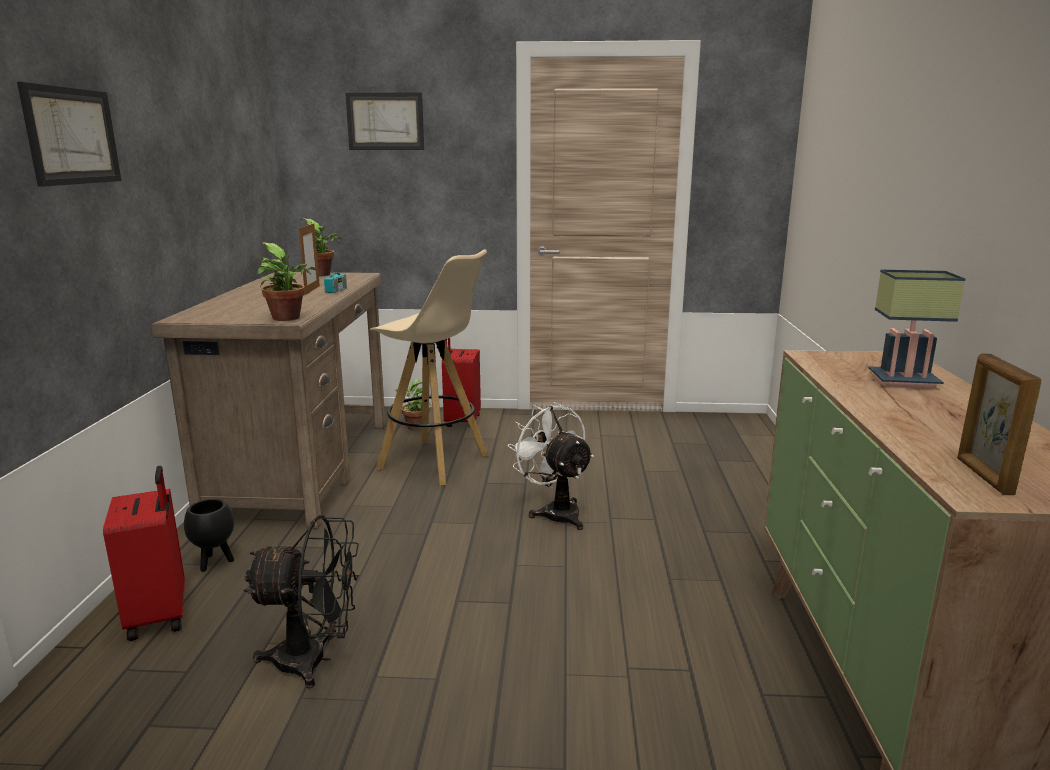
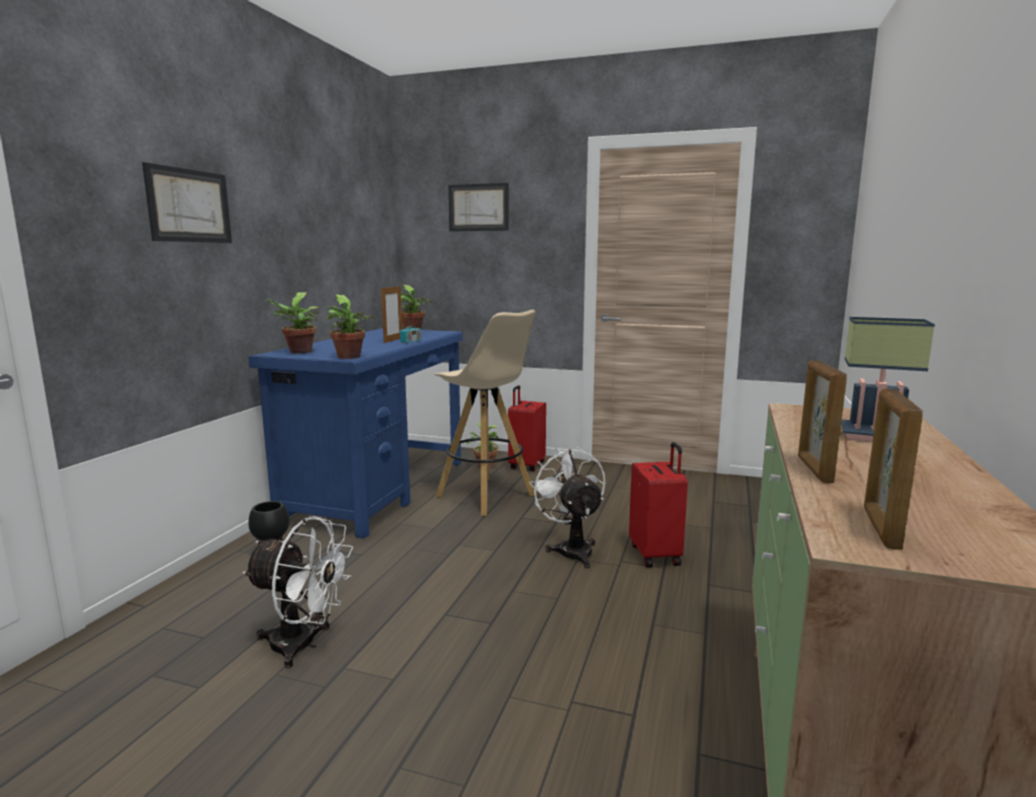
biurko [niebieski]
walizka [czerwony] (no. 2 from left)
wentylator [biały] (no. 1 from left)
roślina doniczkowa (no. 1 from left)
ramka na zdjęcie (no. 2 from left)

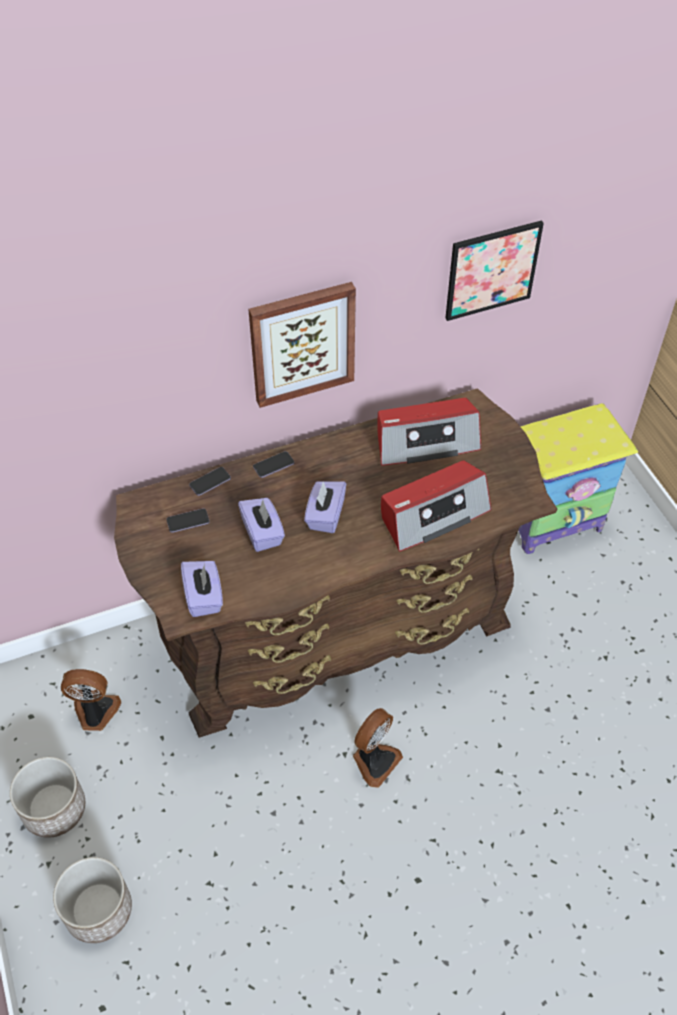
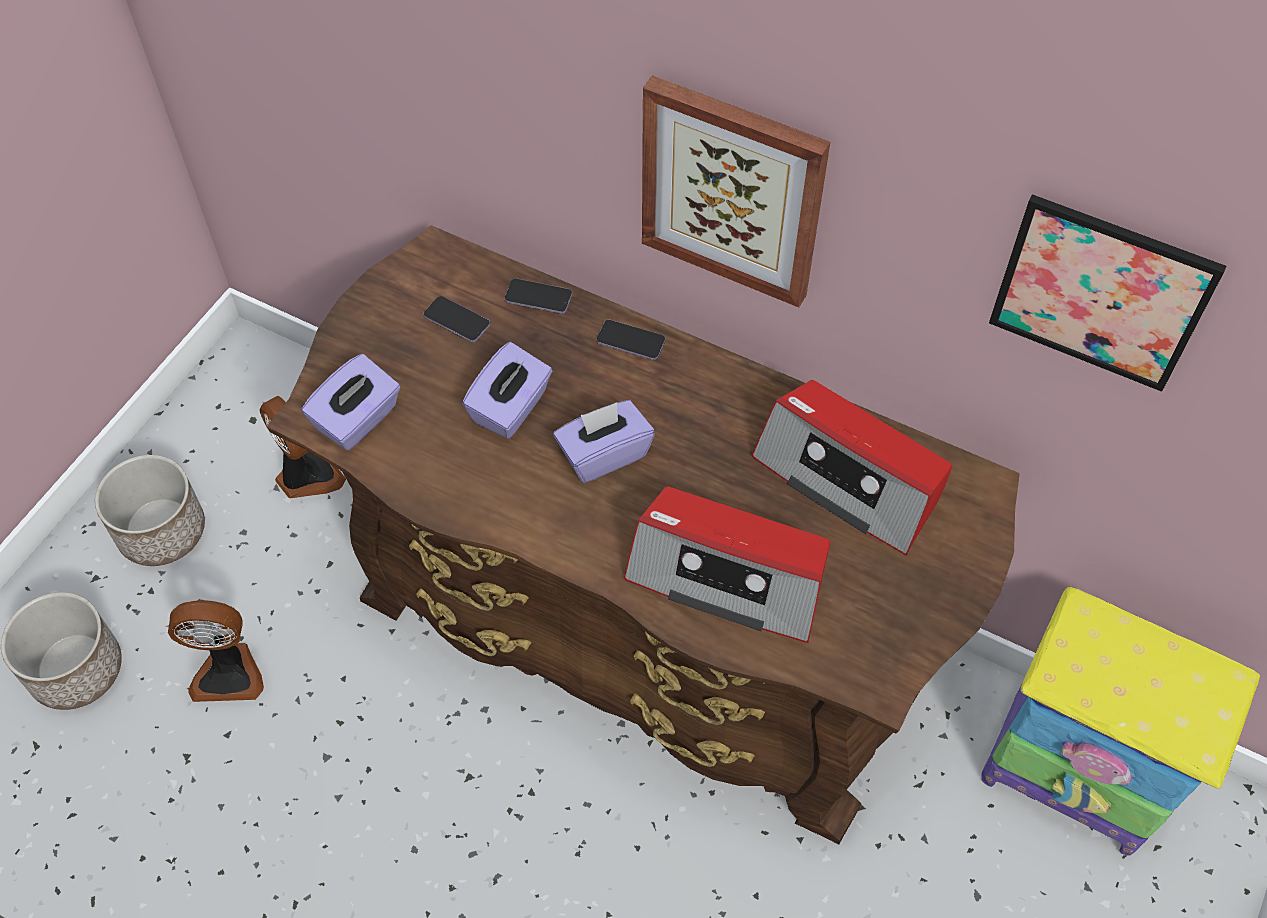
wentylator (no. 1 from left)

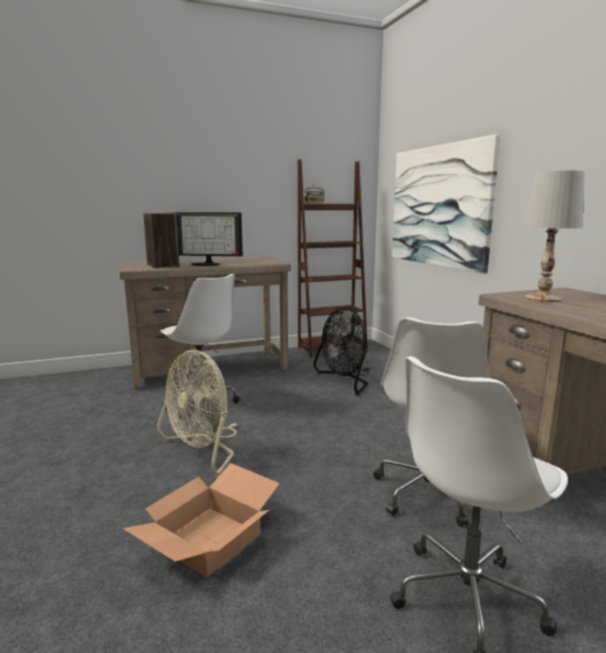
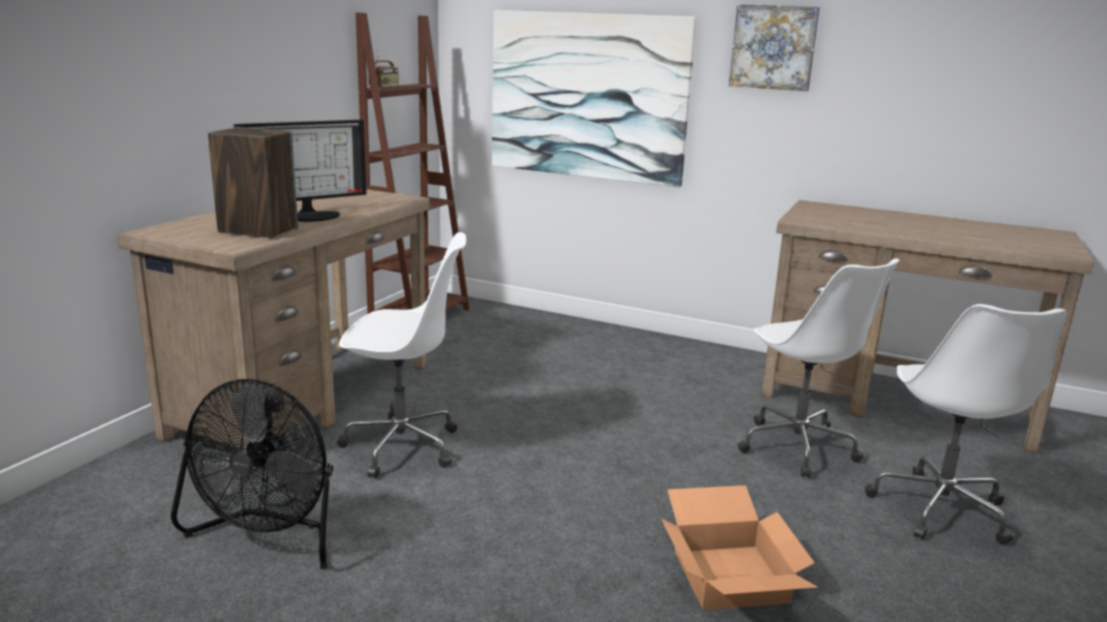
lampa stołowa [biały]
wentylator [czarny]
wentylator [beżowy]
obraz (no. 2 from left)

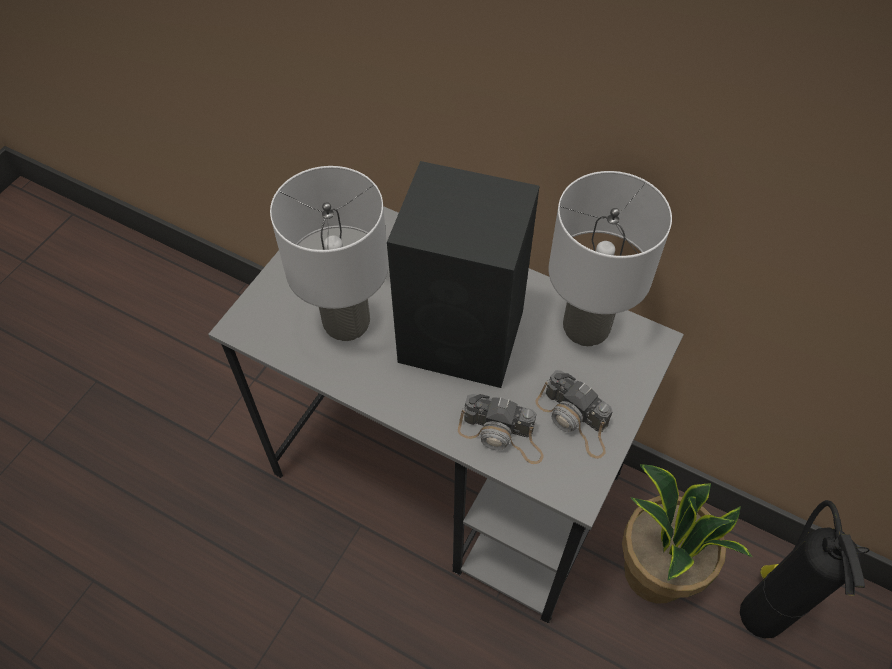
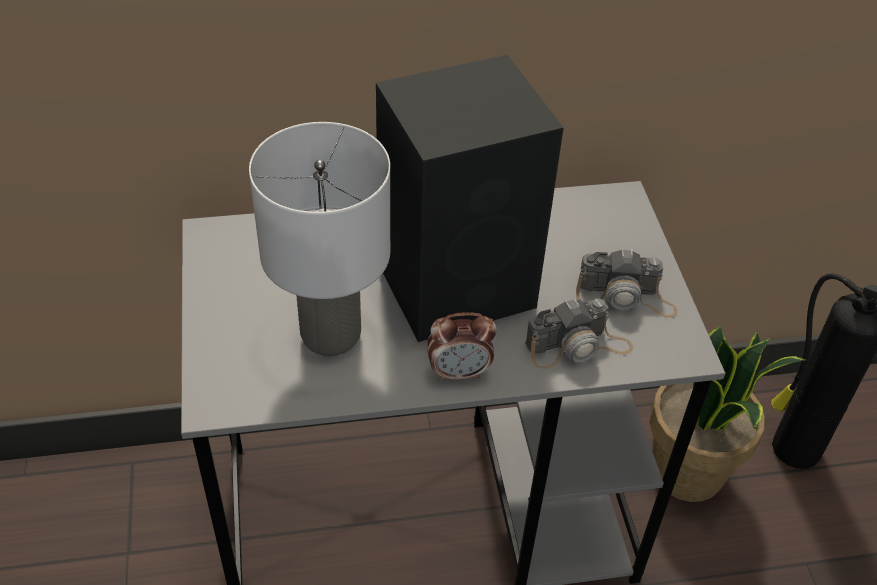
lampa stołowa [biały] (no. 2 from left in the first image)
budzik

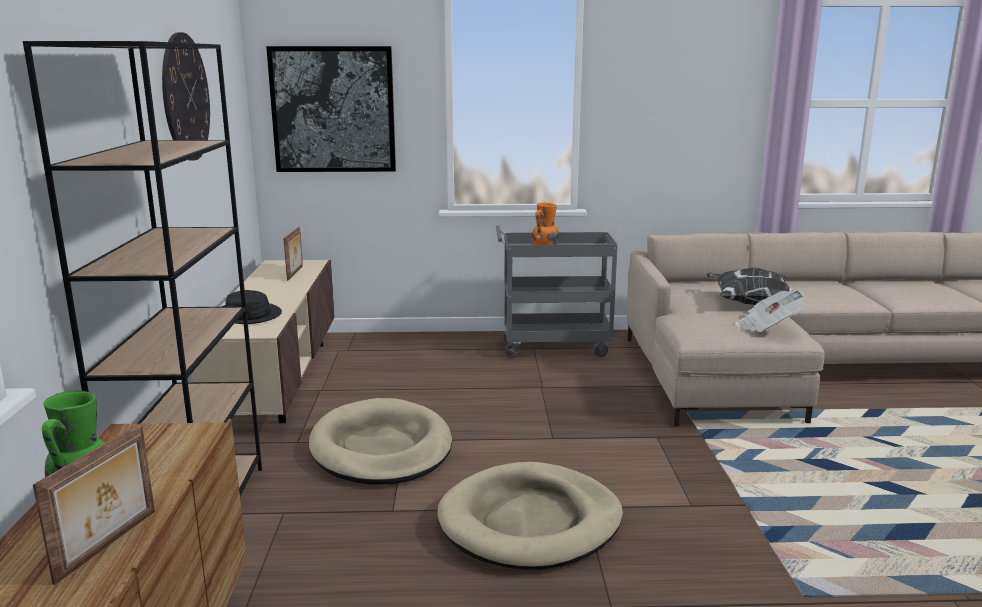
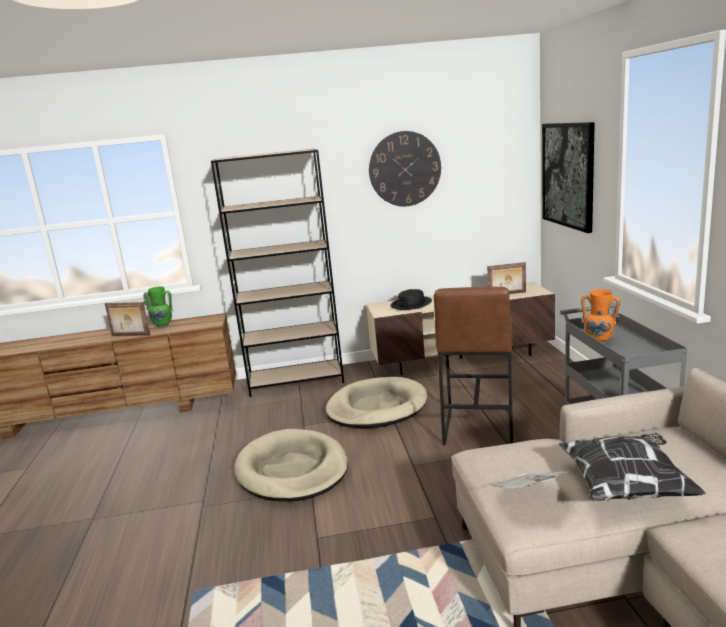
stołek [brązowy]

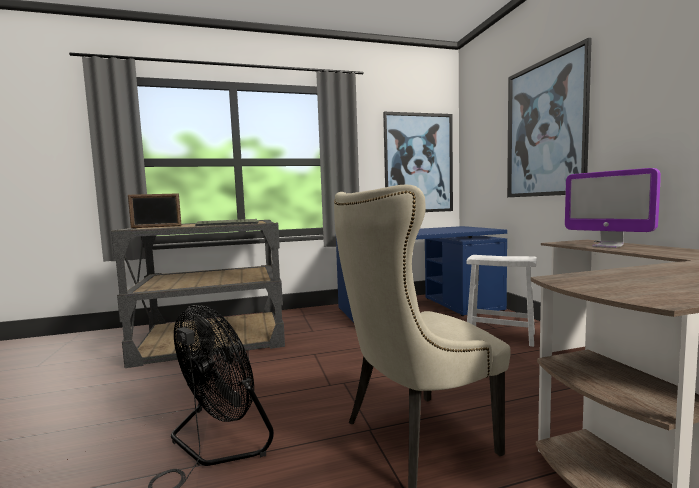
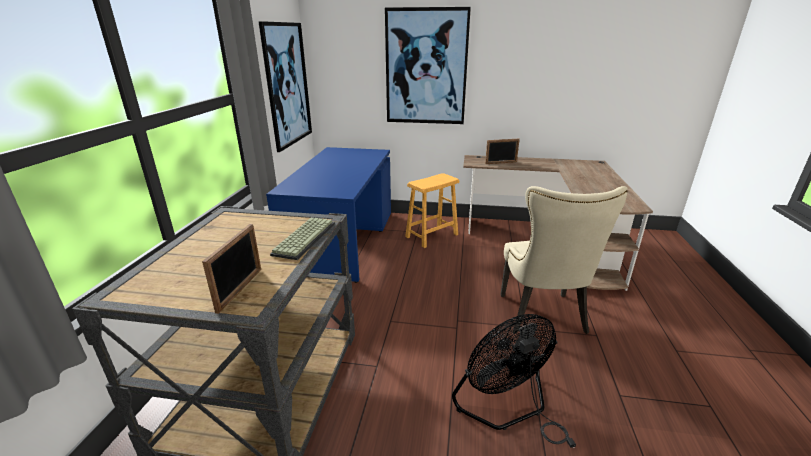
ramka na zdjęcie (no. 2 from left)
stołek [brązowy]

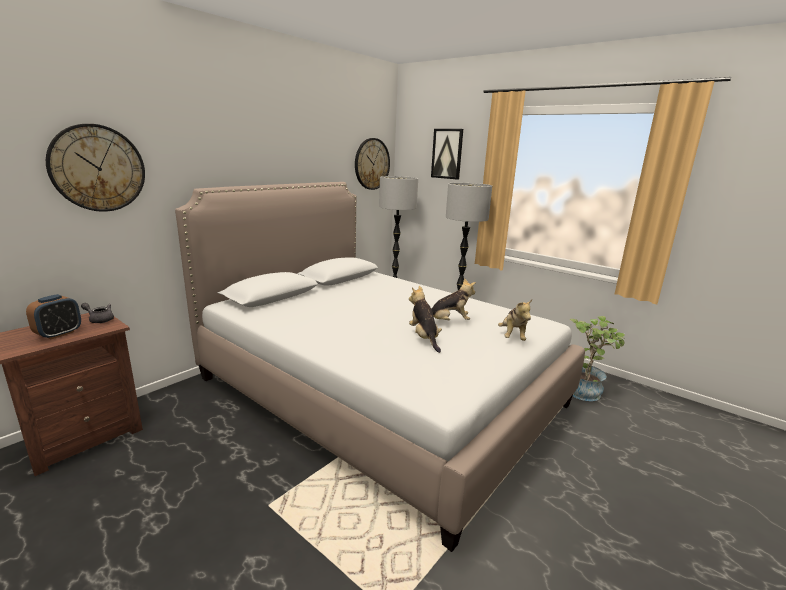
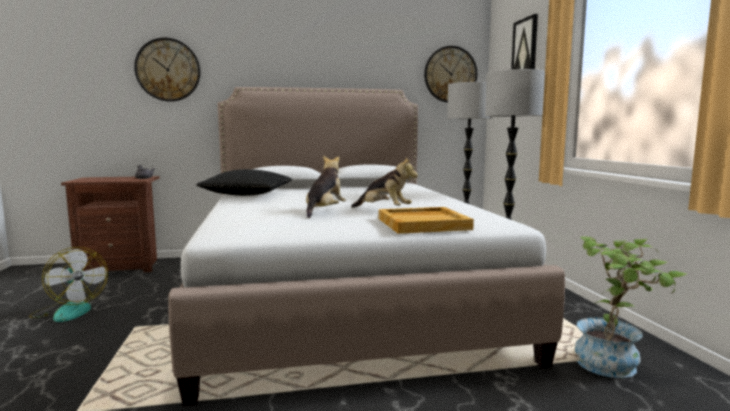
budzik
taca [beżowy]
poduszka [czarny]
wentylator

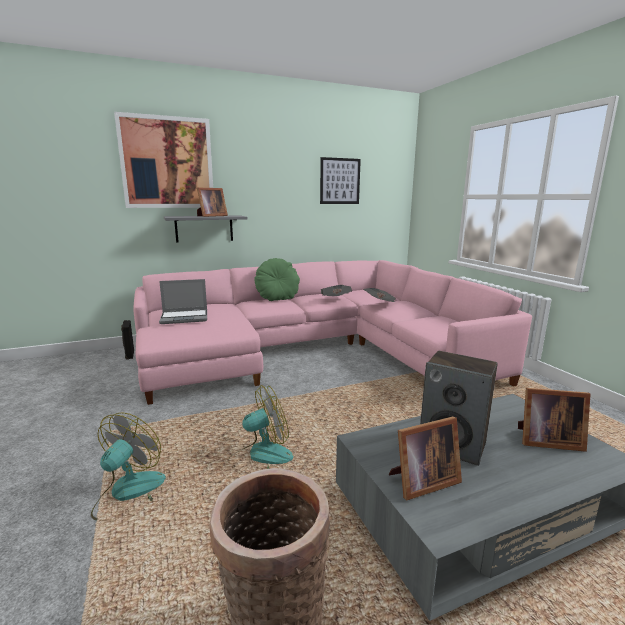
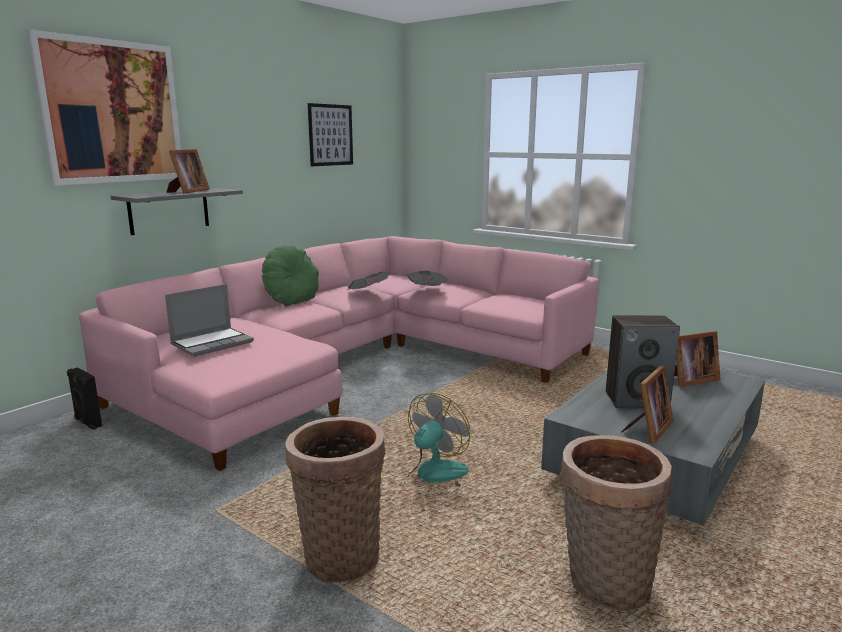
koszyk (no. 1 from left)

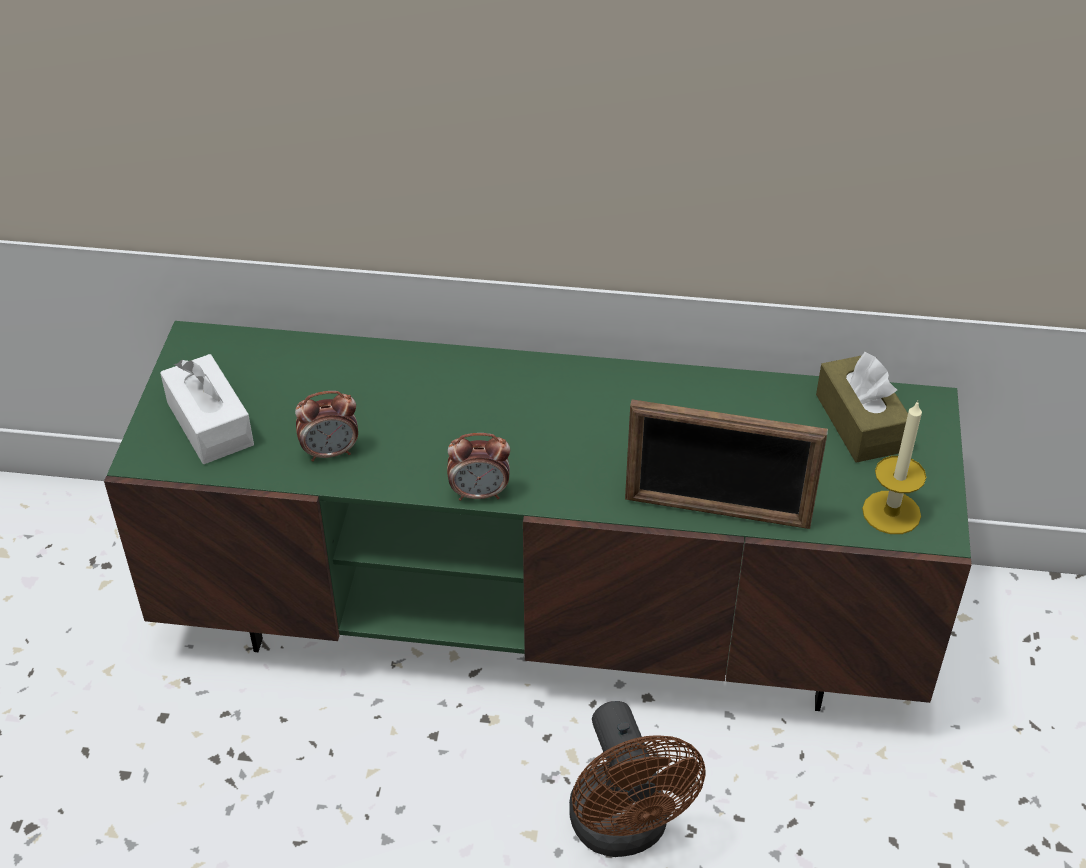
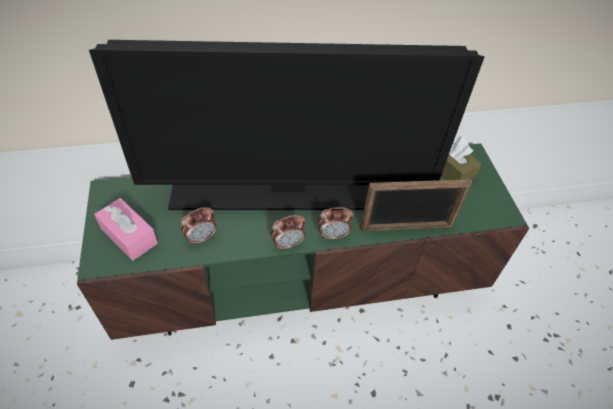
pudełko chusteczek [różowy]
świeca
wentylator [brązowy]
telewizor
budzik (no. 3 from left)

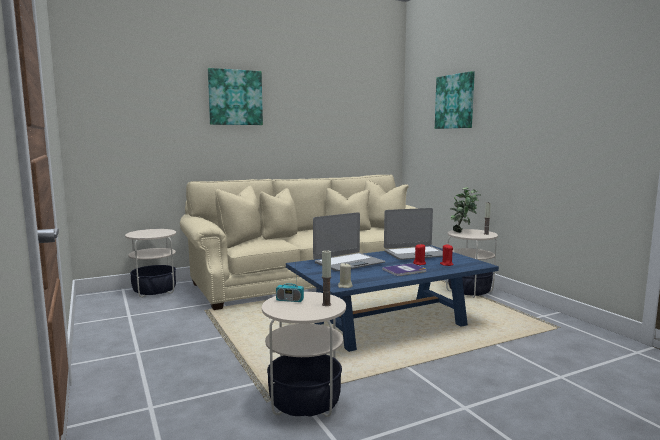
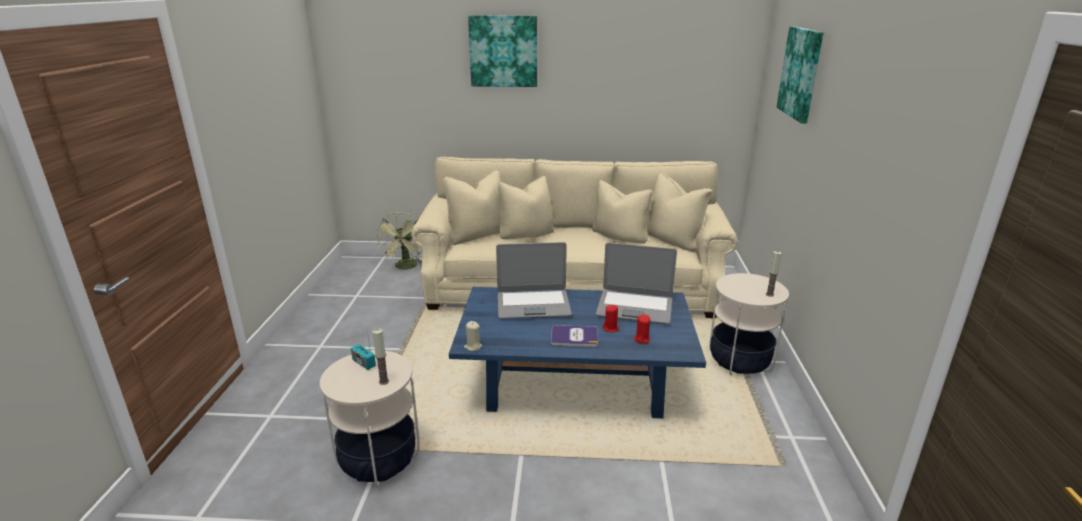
roślina doniczkowa
wentylator [zielony]

